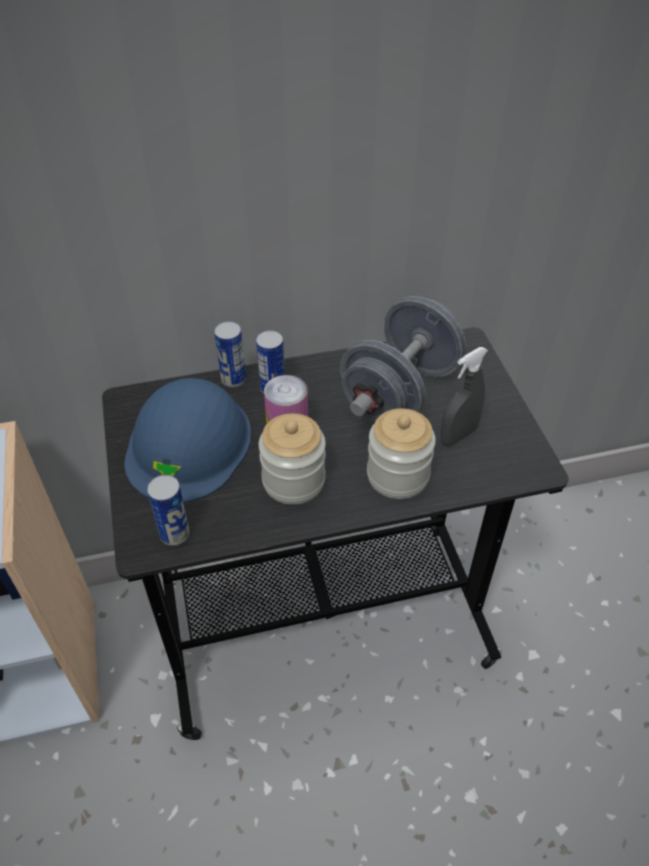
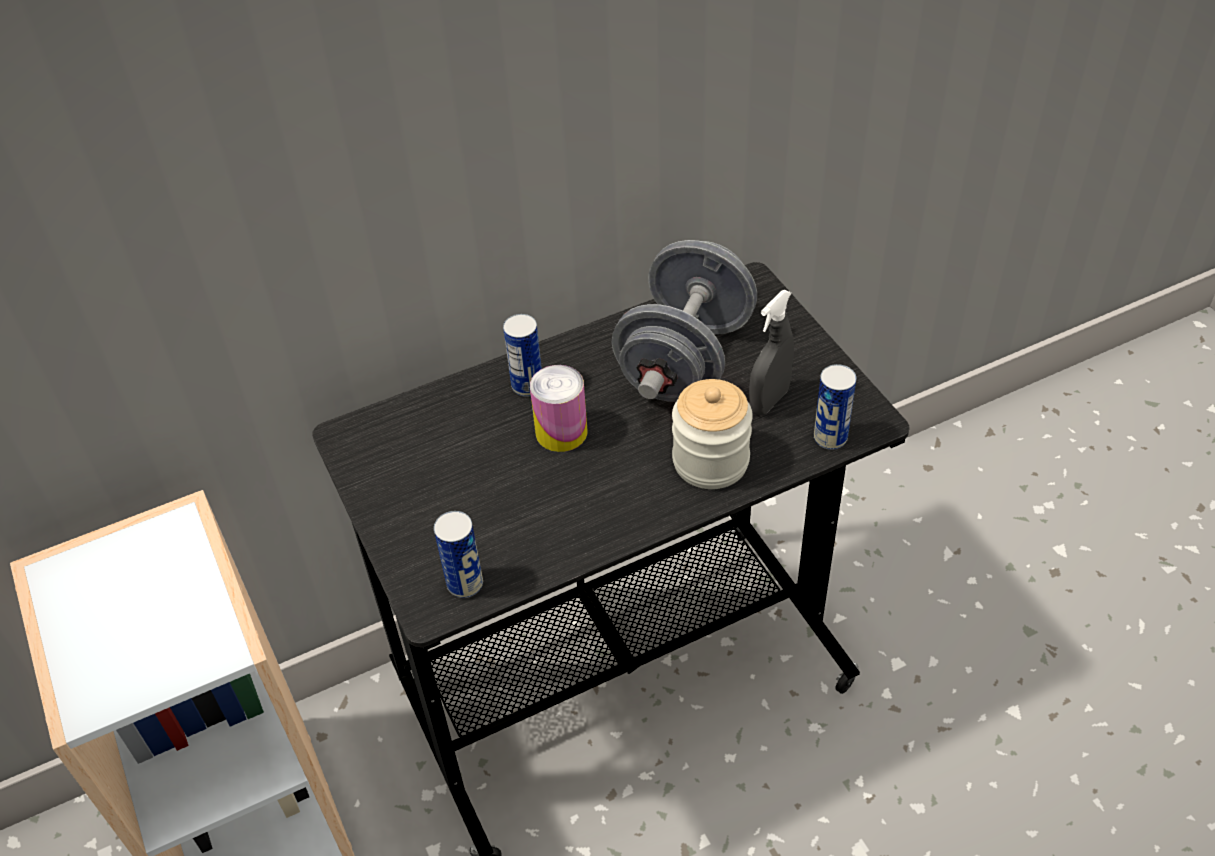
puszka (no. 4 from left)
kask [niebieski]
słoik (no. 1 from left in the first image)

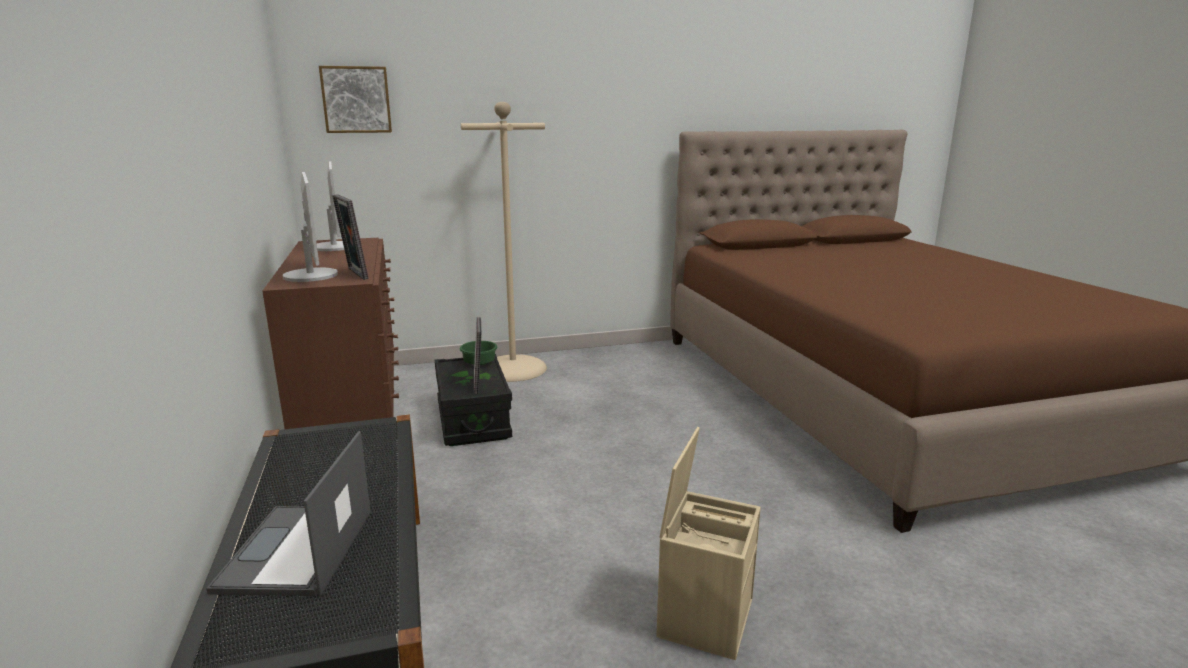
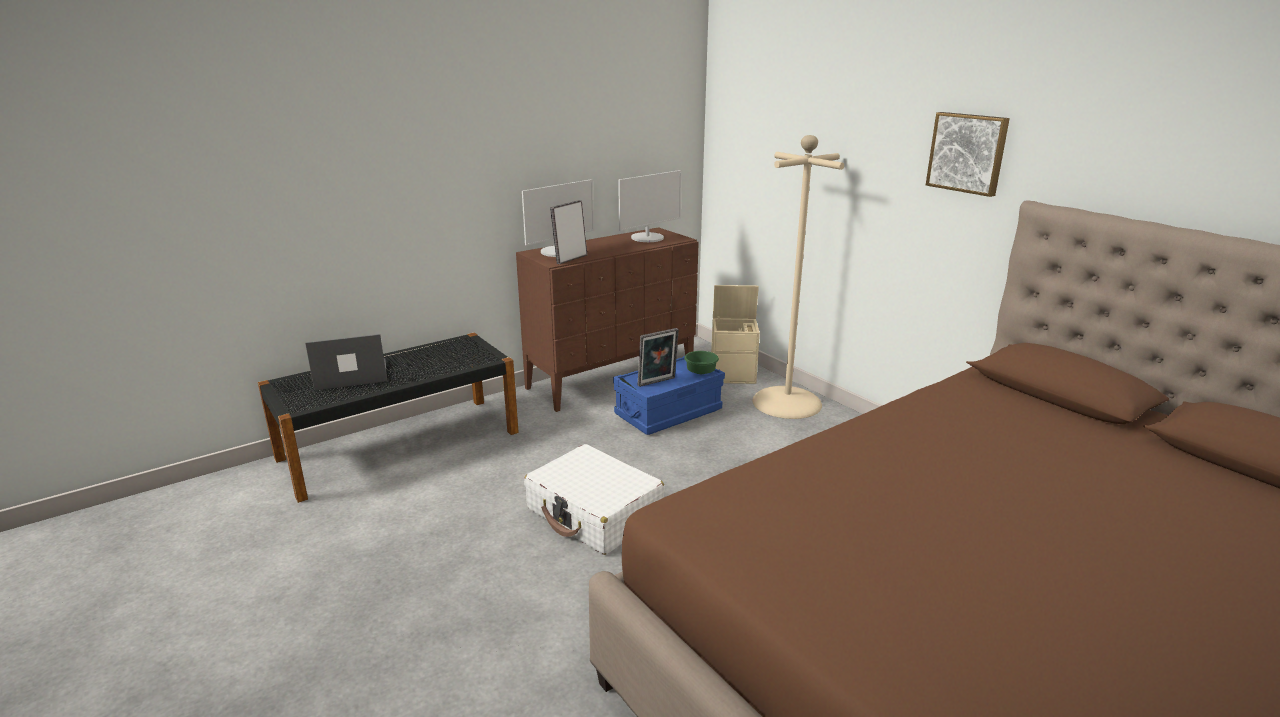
obraz
pojemnik do przechowywania [niebieski]
pojemnik do przechowywania [beżowy]
walizka [biały]

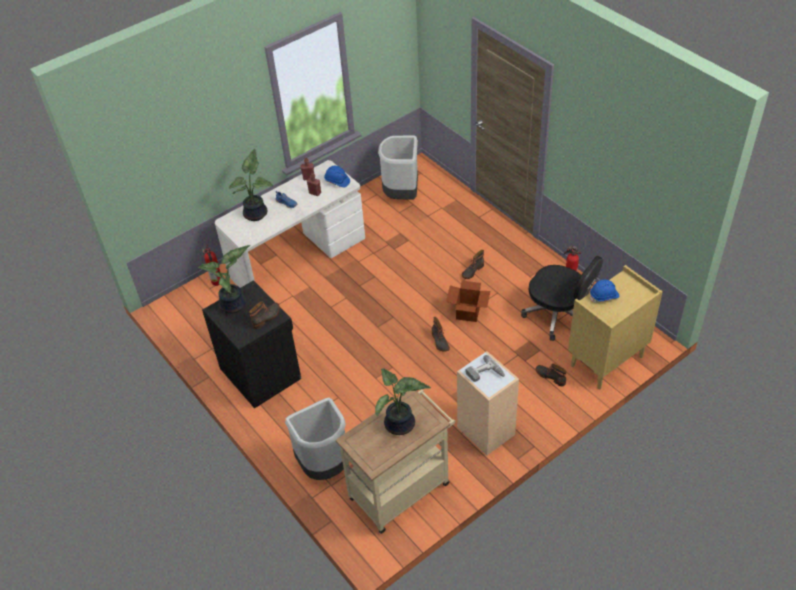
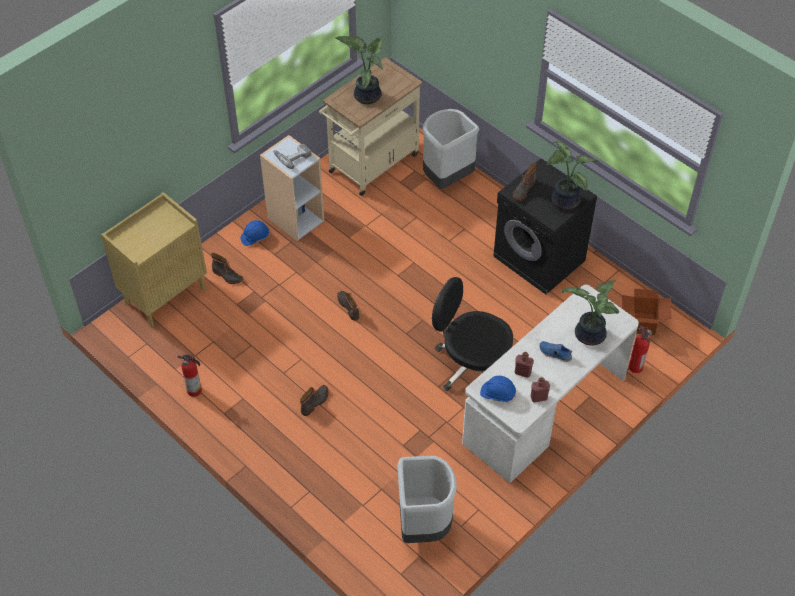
krzesło biurowe [czarny]
kask [niebieski] (no. 1 from left)
karton

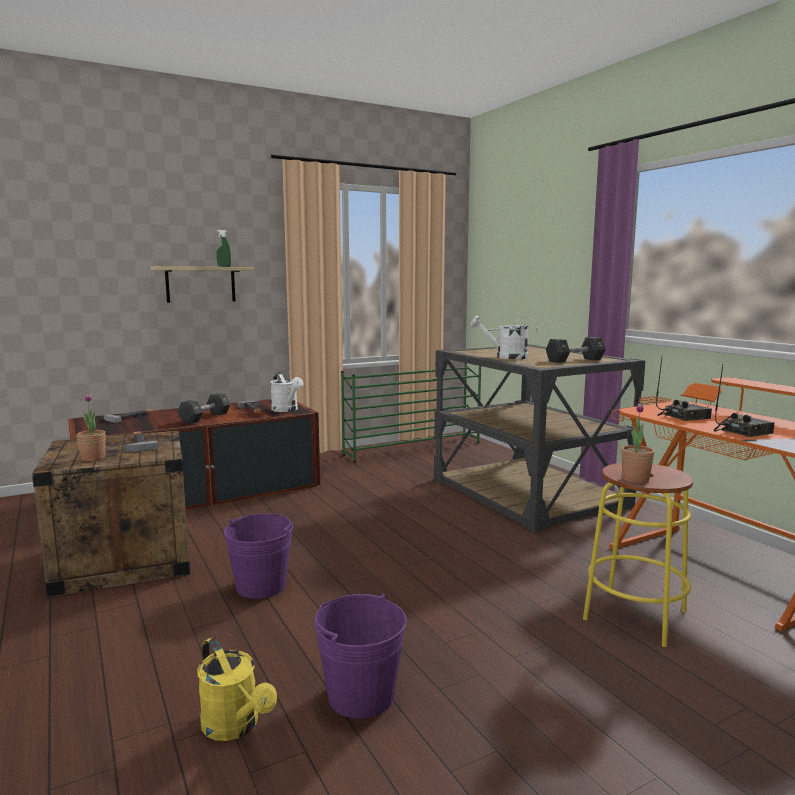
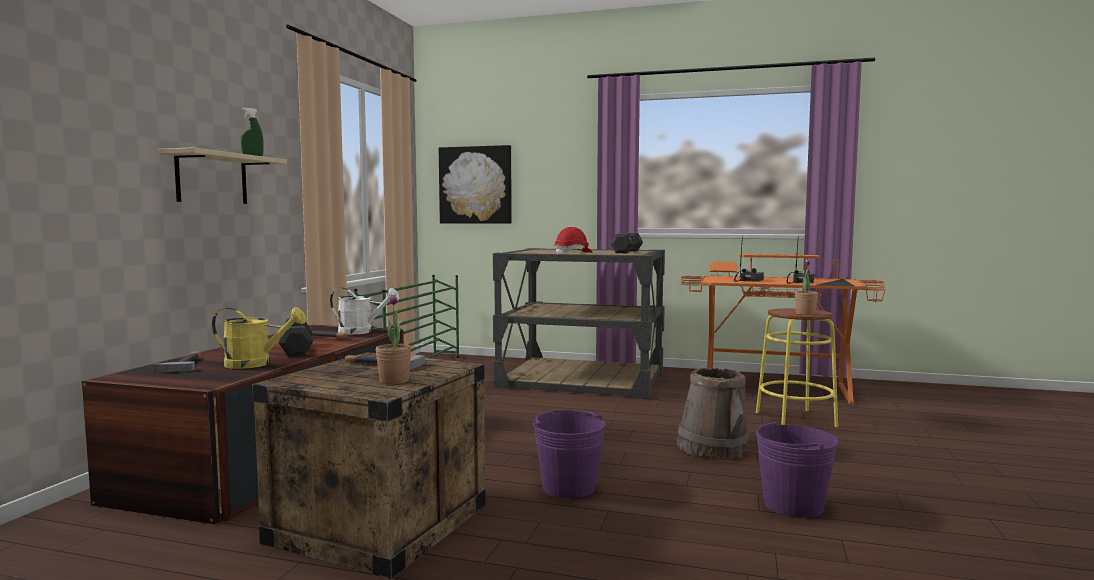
kask [czerwony]
konewka [żółty]
obraz
wiadro [brązowy]

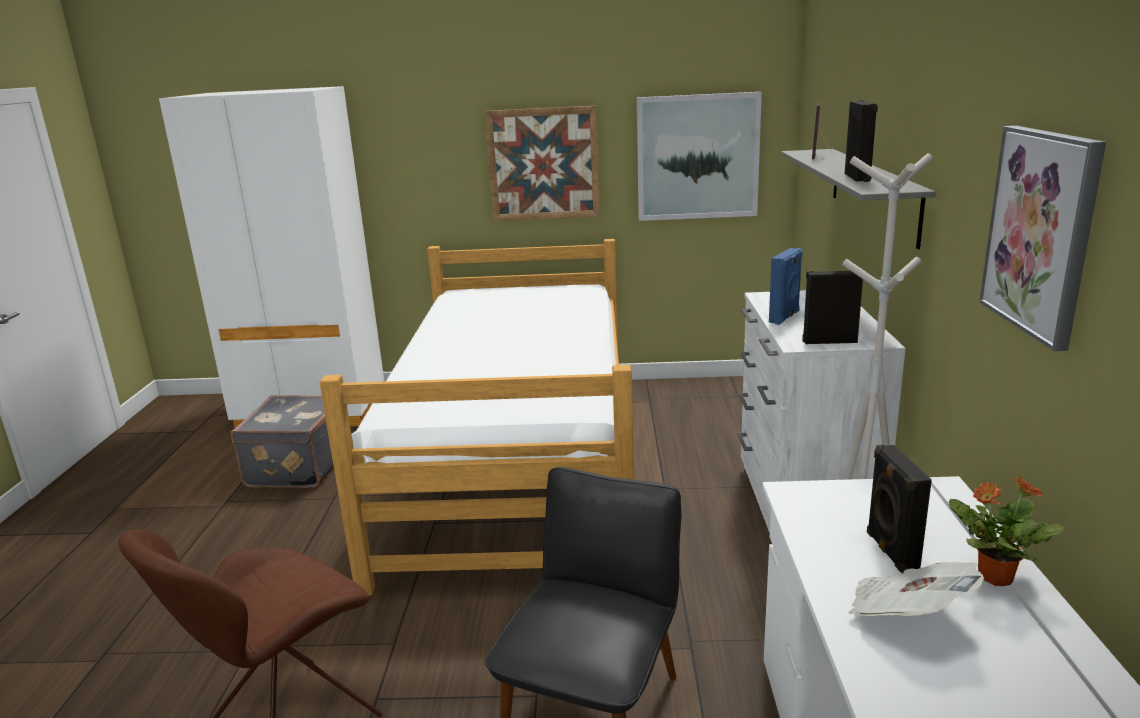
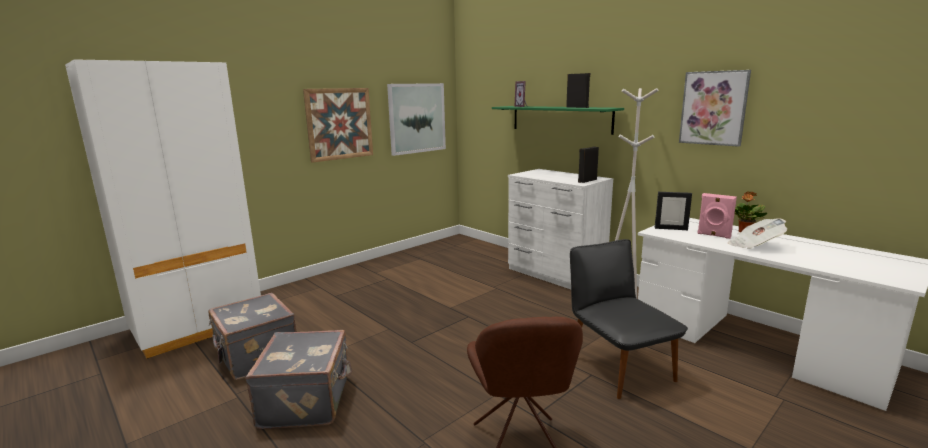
półka [zielony]
łóżko
głośnik [niebieski]
głośnik [różowy]
ramka na zdjęcie (no. 2 from left)
walizka [szary] (no. 2 from left)

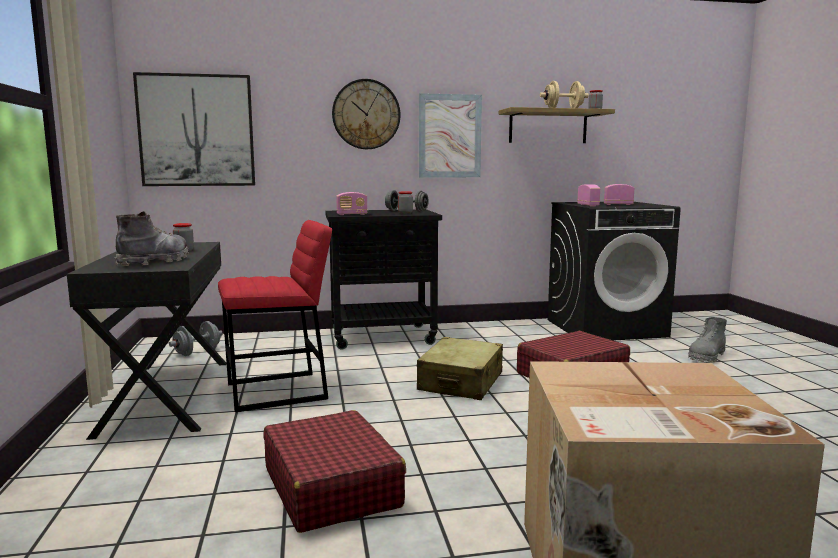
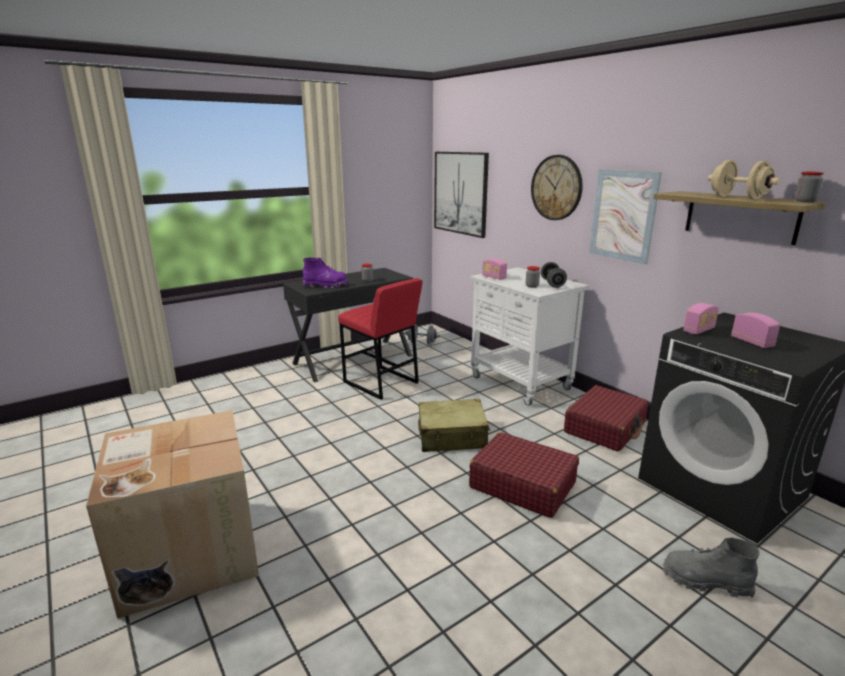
wózek [biały]
but z cholewką [fioletowy]
walizka [czerwony] (no. 2 from left)

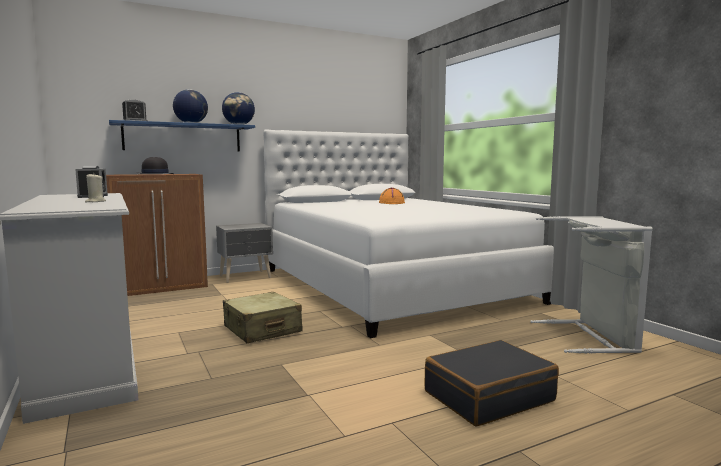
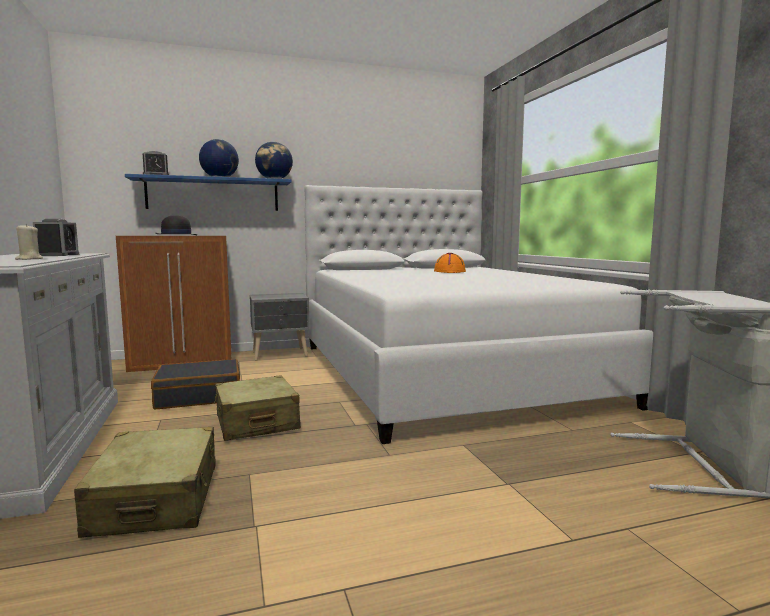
walizka [czarny]
walizka [beżowy] (no. 1 from left)

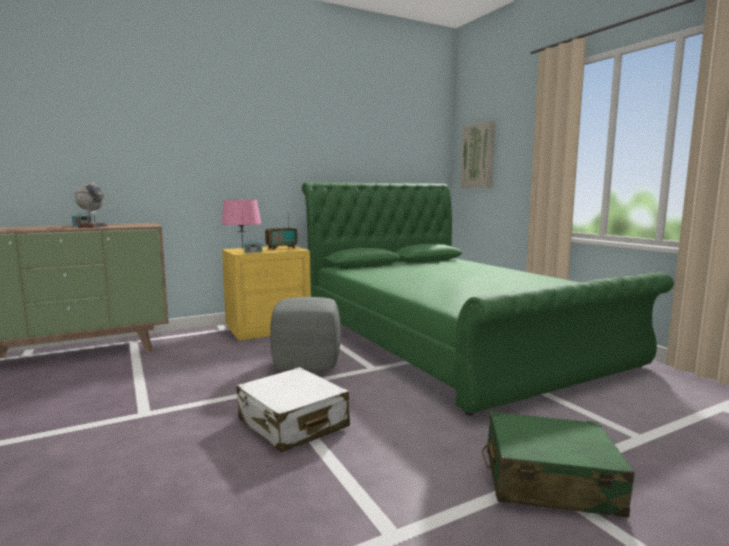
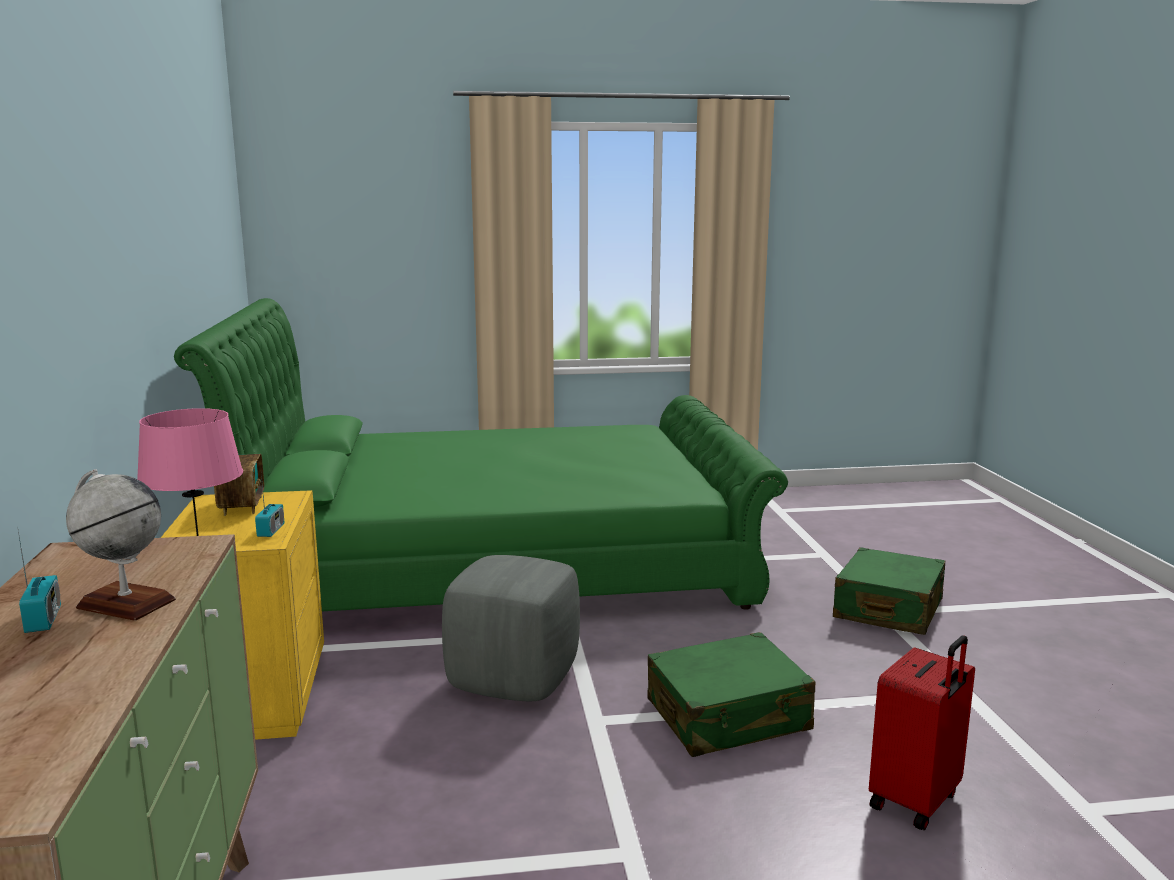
obraz
walizka [zielony] (no. 1 from left)
walizka [czerwony]

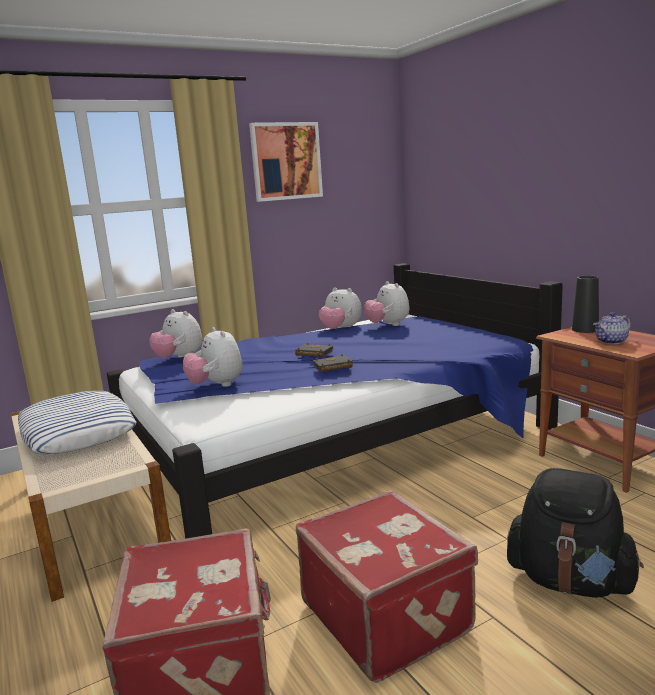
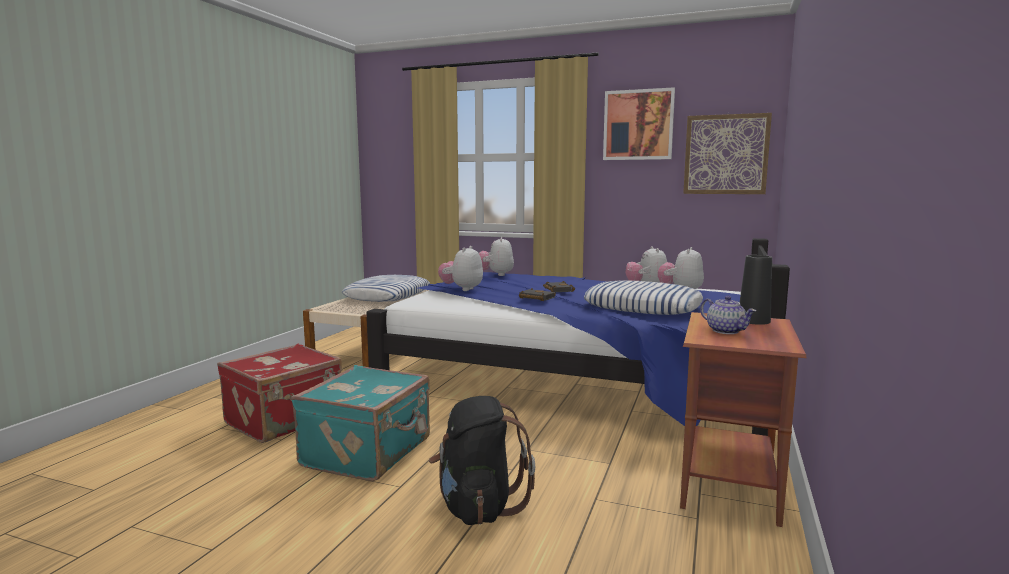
imbryk
walizka [turkusowy]
obraz (no. 2 from left)
poduszka (no. 2 from left)

